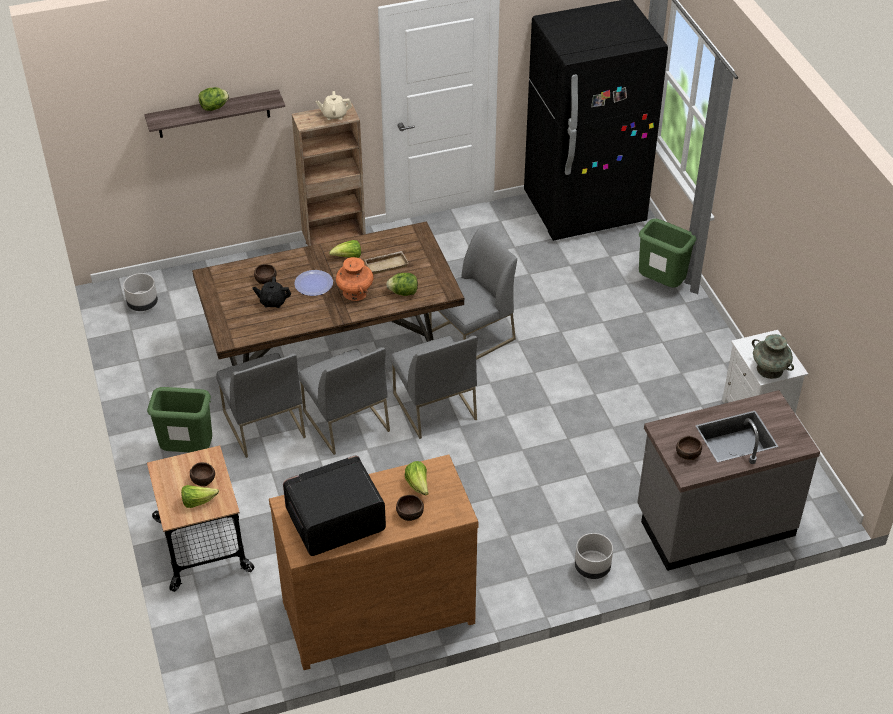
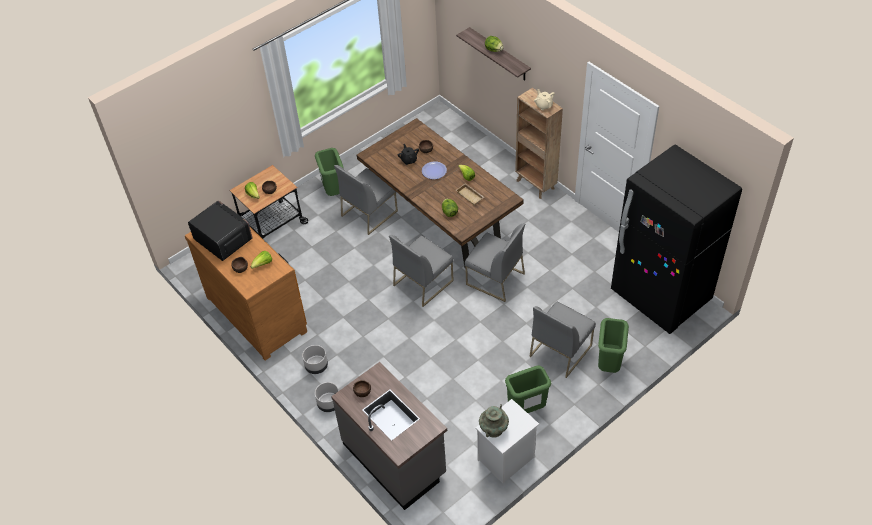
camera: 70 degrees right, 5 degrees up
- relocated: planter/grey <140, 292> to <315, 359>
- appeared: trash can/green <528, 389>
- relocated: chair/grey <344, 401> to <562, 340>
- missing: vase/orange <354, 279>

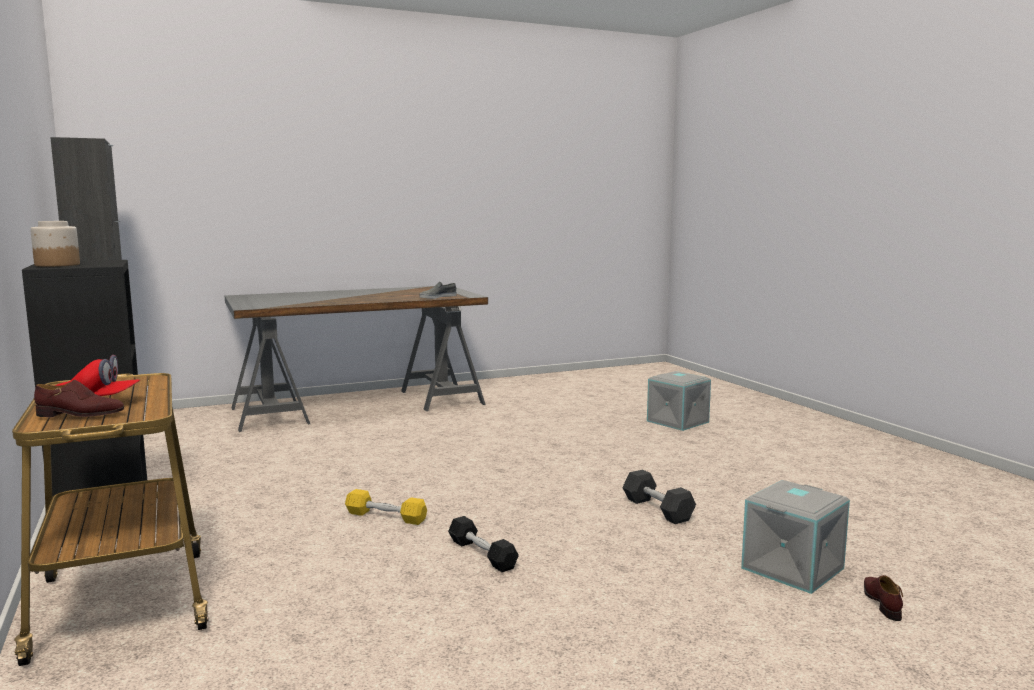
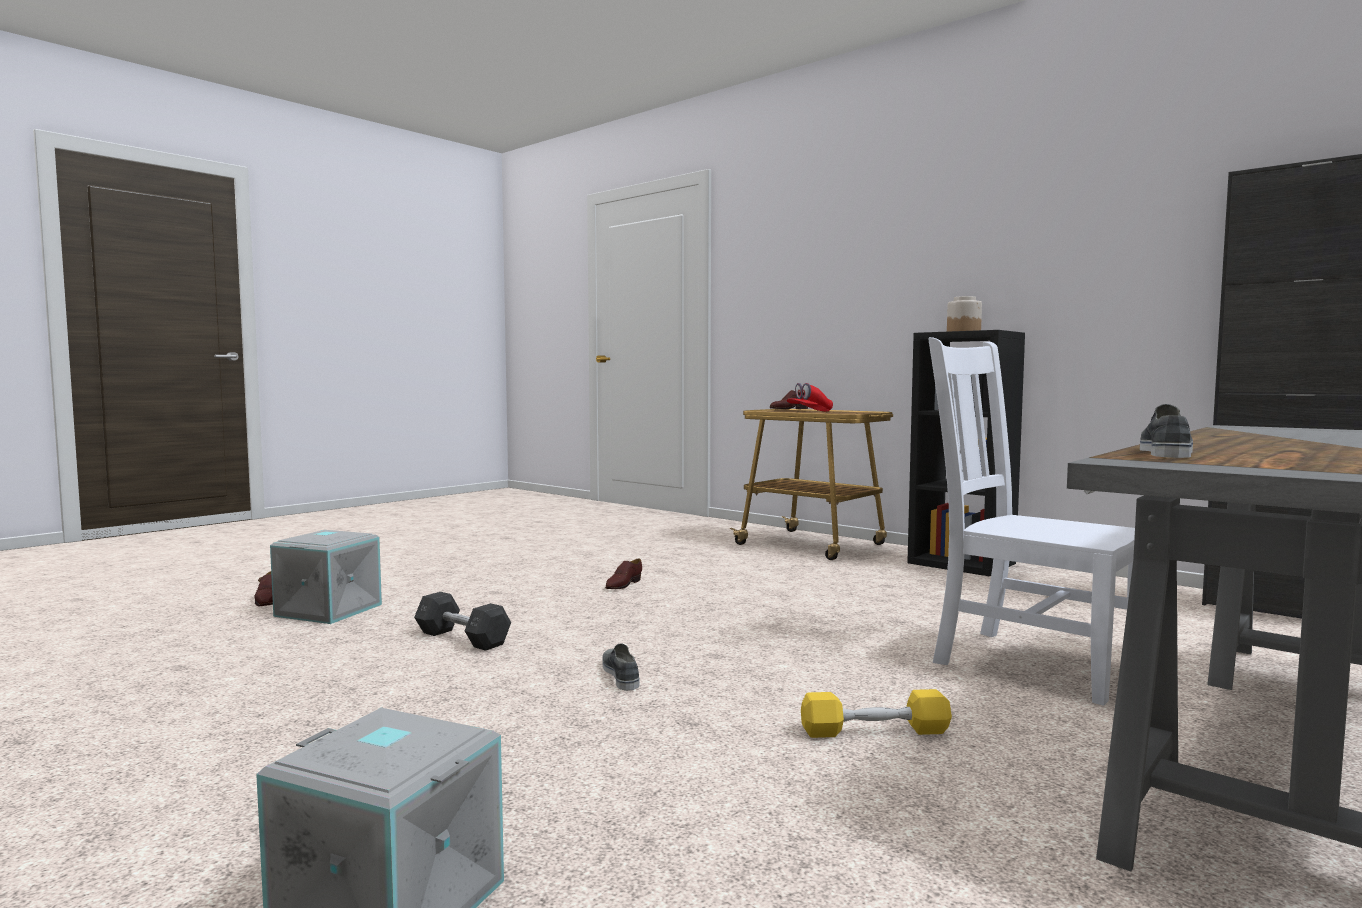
camera: 155 degrees right, 5 degrees down
- appeared: shoe/grey <620, 667>
- exchanged: dumbbell/black <483, 544> to shoe/brown <623, 573>
- relocated: dumbbell/yellow <386, 507> to <876, 713>
- appeared: chair/white <1031, 521>

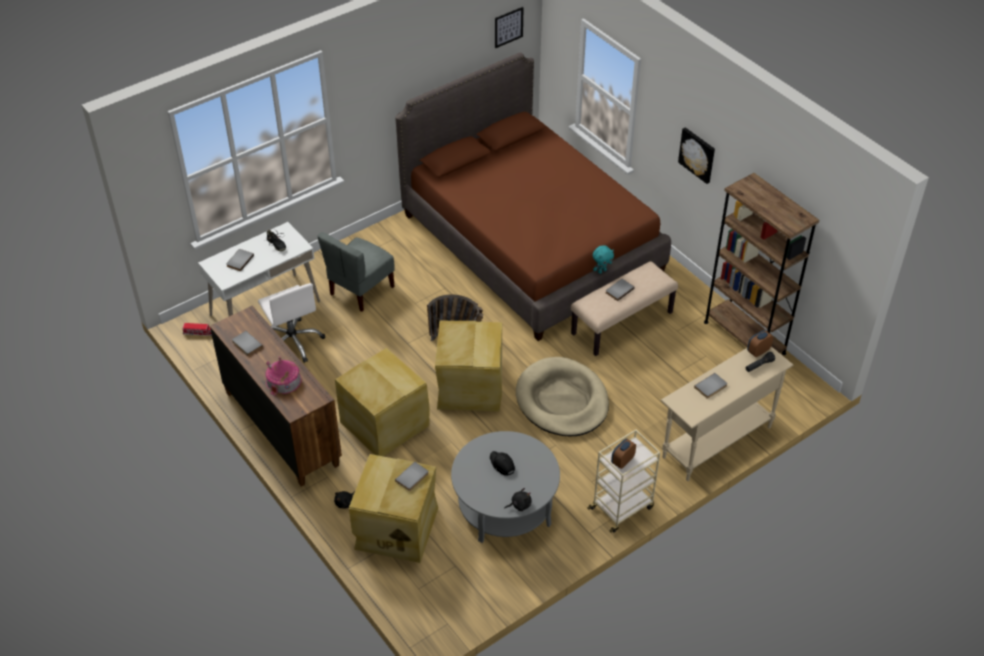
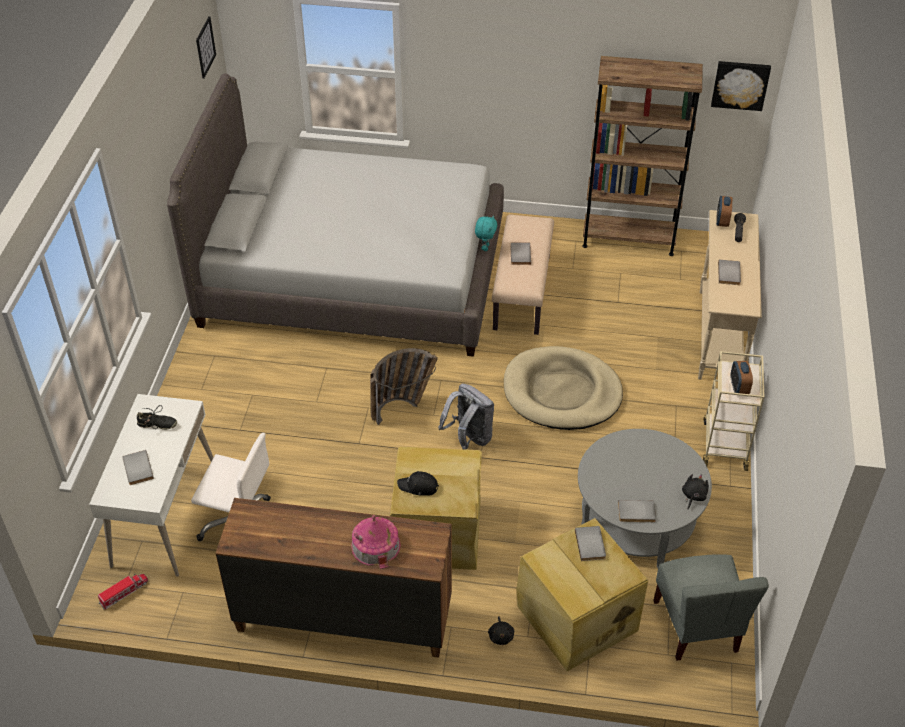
camera: 45 degrees left, 0 degrees up
- colour: bed/brown <533, 196> to bed/grey <335, 215>
- relocated: cap/black <502, 463> to <418, 483>
- exchanged: storage box/beige <468, 366> to backpack/grey <466, 417>
- relocated: book/grey <247, 343> to <637, 511>
- relocated: chair/grey <356, 272> to <711, 607>
- relocated: picture <696, 155> to <741, 86>

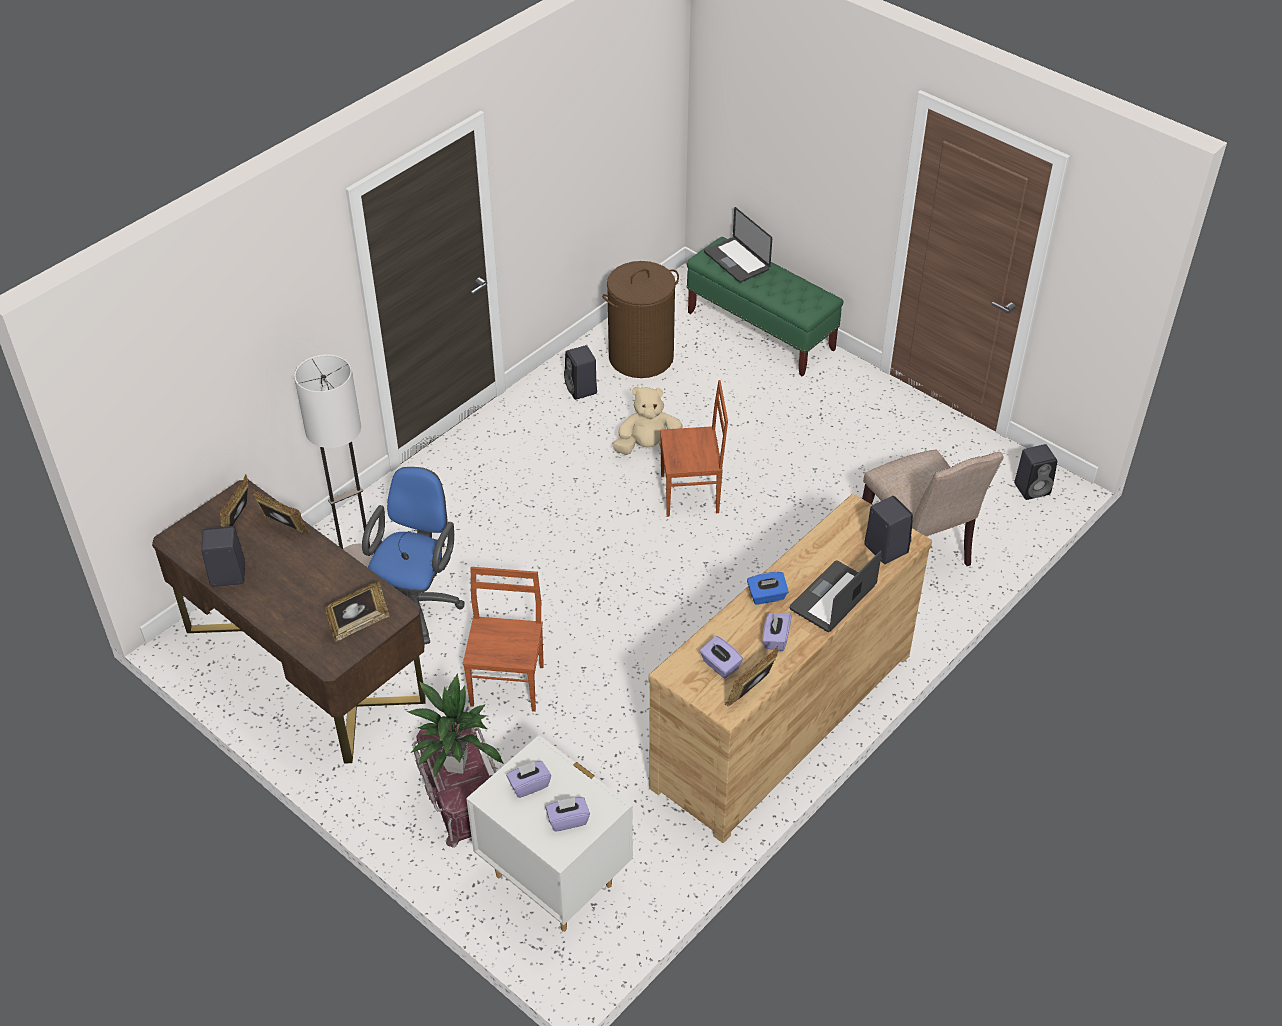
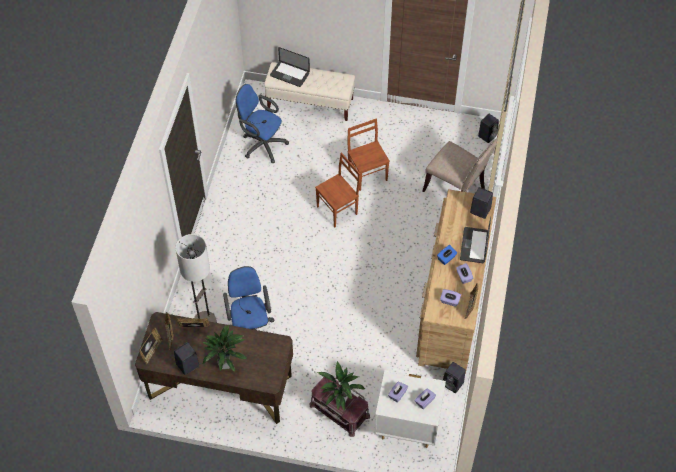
camera: 30 degrees left, 10 degrees up
- relocated: picture frame <357, 611> to <151, 345>
- appeared: potted plant <224, 348>
- exchanged: laundry basket/brown <640, 319> to office chair/blue <262, 123>
- colour: bench/green <765, 307> to bench/beige <309, 91>
- relocated: chair/brown <503, 639> to <368, 154>
- relocated: speaker/black <580, 372> to <454, 377>
- missing: plush toy/beige <647, 420>

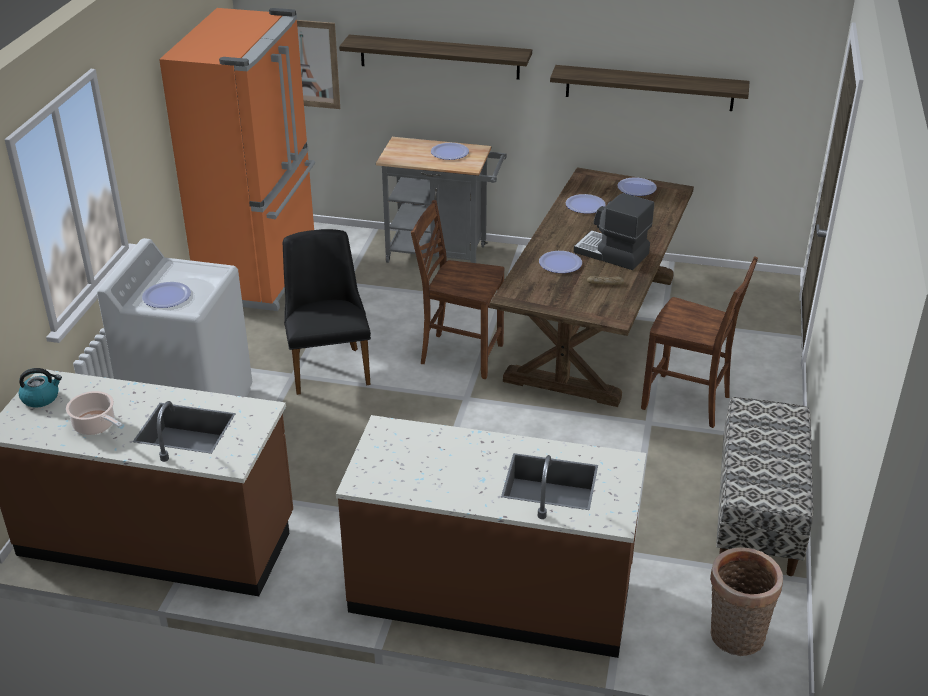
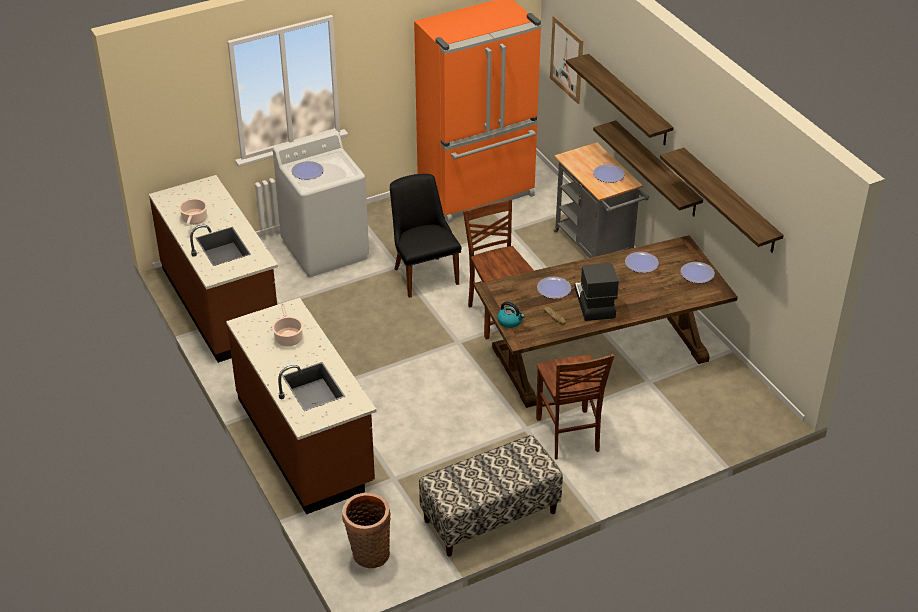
camera: 50 degrees right, 5 degrees up
- appeared: cooking pot <287, 324>
- spun: chair/black <327, 312> = <426, 236> 60 degrees counterclockwise
- relocated: kettle <40, 388> to <511, 314>
- appeared: shelf <648, 168>

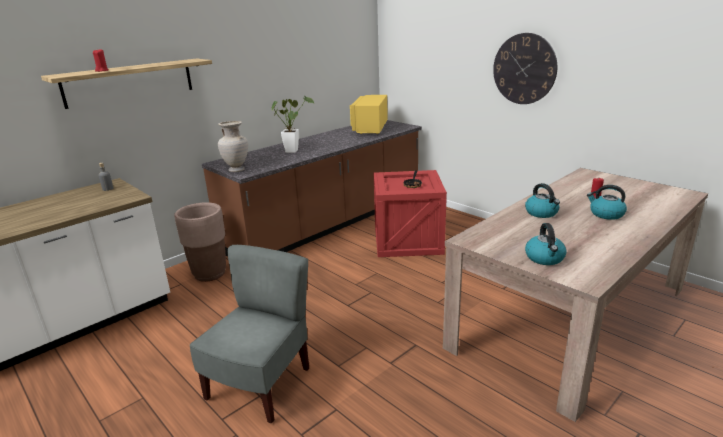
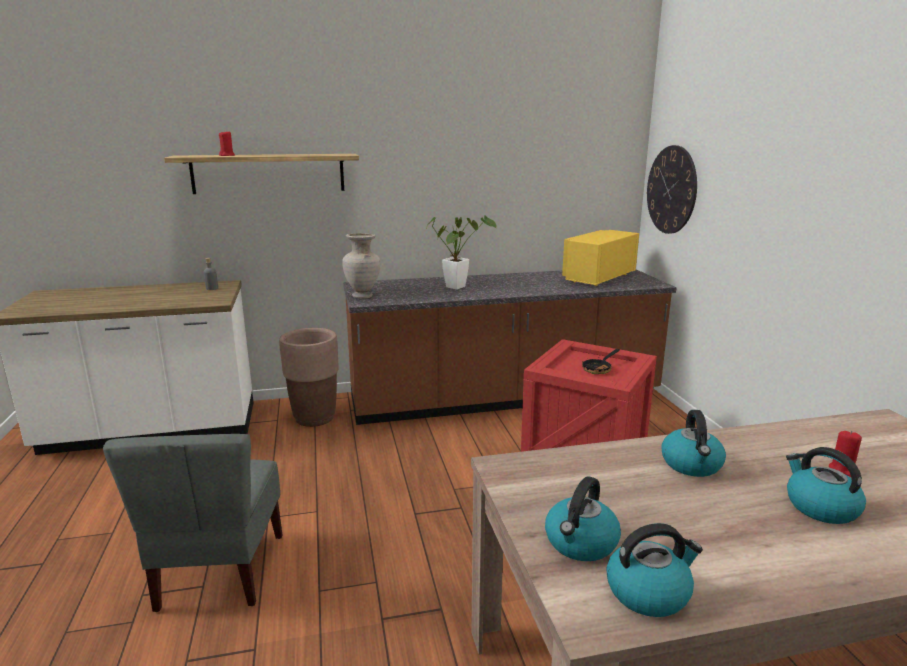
camera: 30 degrees right, 5 degrees down
- spun: chair/grey <249, 334> = <192, 523> 120 degrees clockwise
- appeared: kettle <655, 570>
- relocated: wall clock <525, 68> to <672, 189>

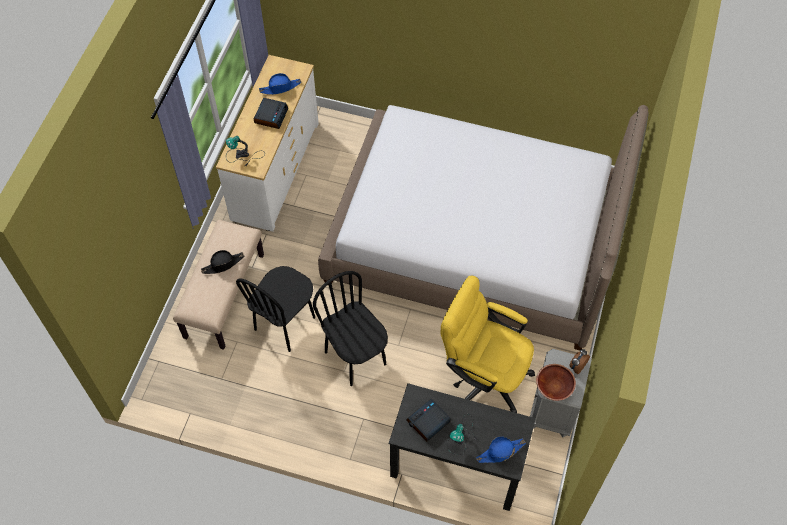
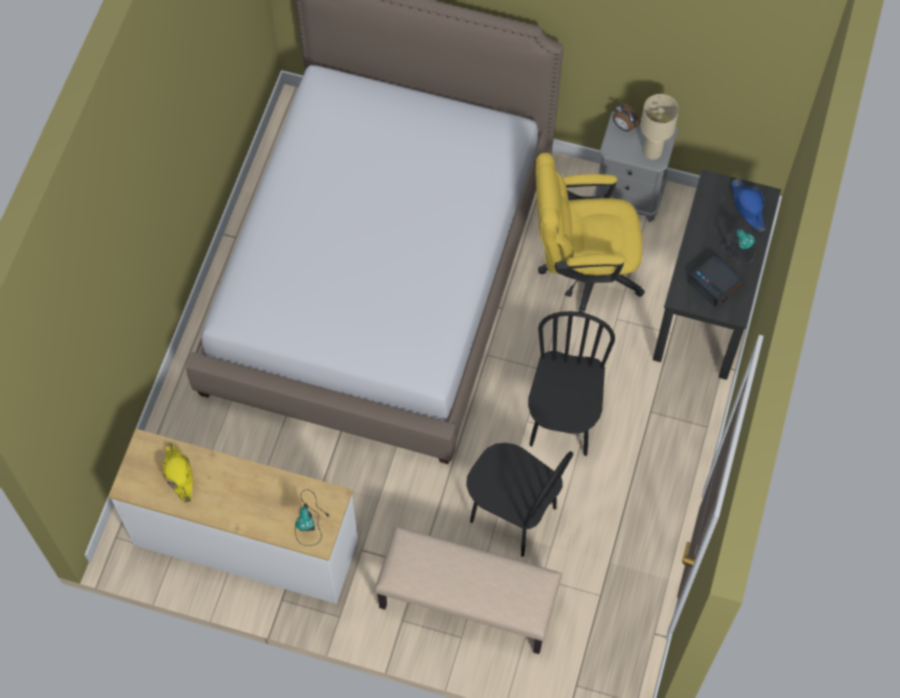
camera: 90 degrees left, 5 degrees up
- colour: hat/blue <280, 84> to hat/yellow <177, 472>
- spun: chair/black <350, 328> = <571, 383> 135 degrees clockwise
- spun: office chair/yellow <488, 344> = <590, 233> 60 degrees clockwise
- exchanged: bowl/brown <556, 382> to table lamp/beige <659, 127>
- missing: hat/black <222, 262>
- missing: alarm clock <271, 113>

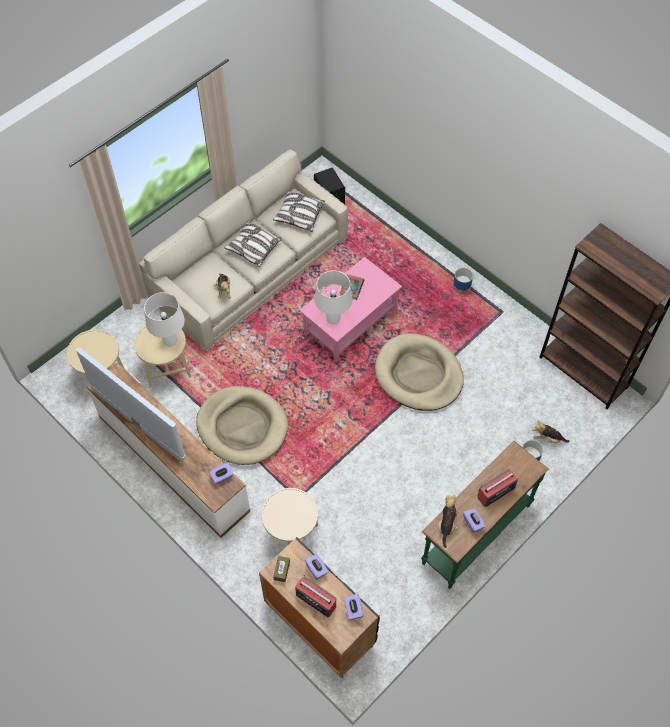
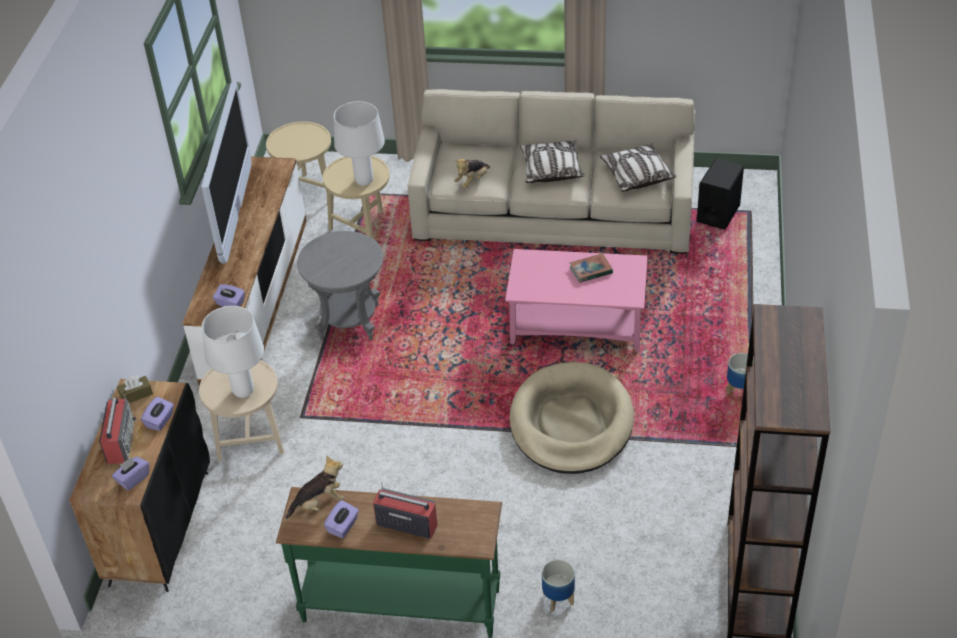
camera: 55 degrees right, 15 degrees down
- relocated: table lamp/white <333, 297> to <233, 352>
- exchanged: dog bed/beige <242, 425> to side table/grey <340, 286>
- missing: plush toy <550, 431>

